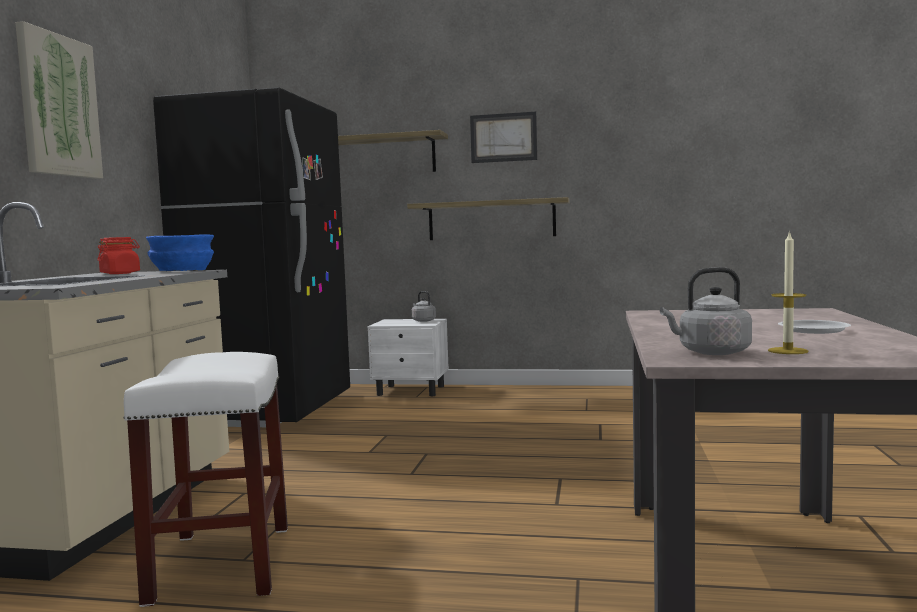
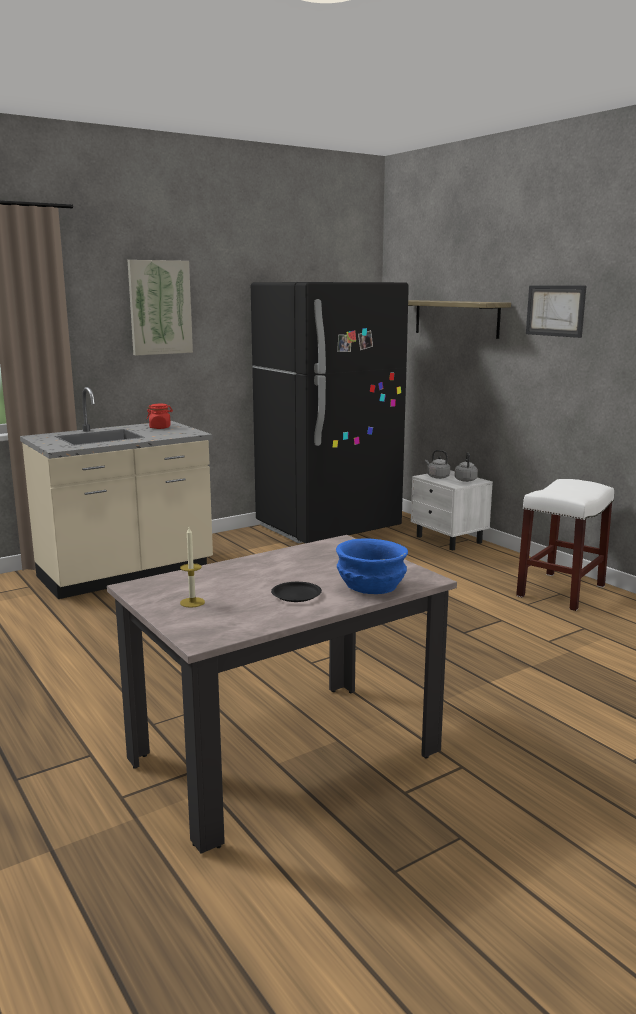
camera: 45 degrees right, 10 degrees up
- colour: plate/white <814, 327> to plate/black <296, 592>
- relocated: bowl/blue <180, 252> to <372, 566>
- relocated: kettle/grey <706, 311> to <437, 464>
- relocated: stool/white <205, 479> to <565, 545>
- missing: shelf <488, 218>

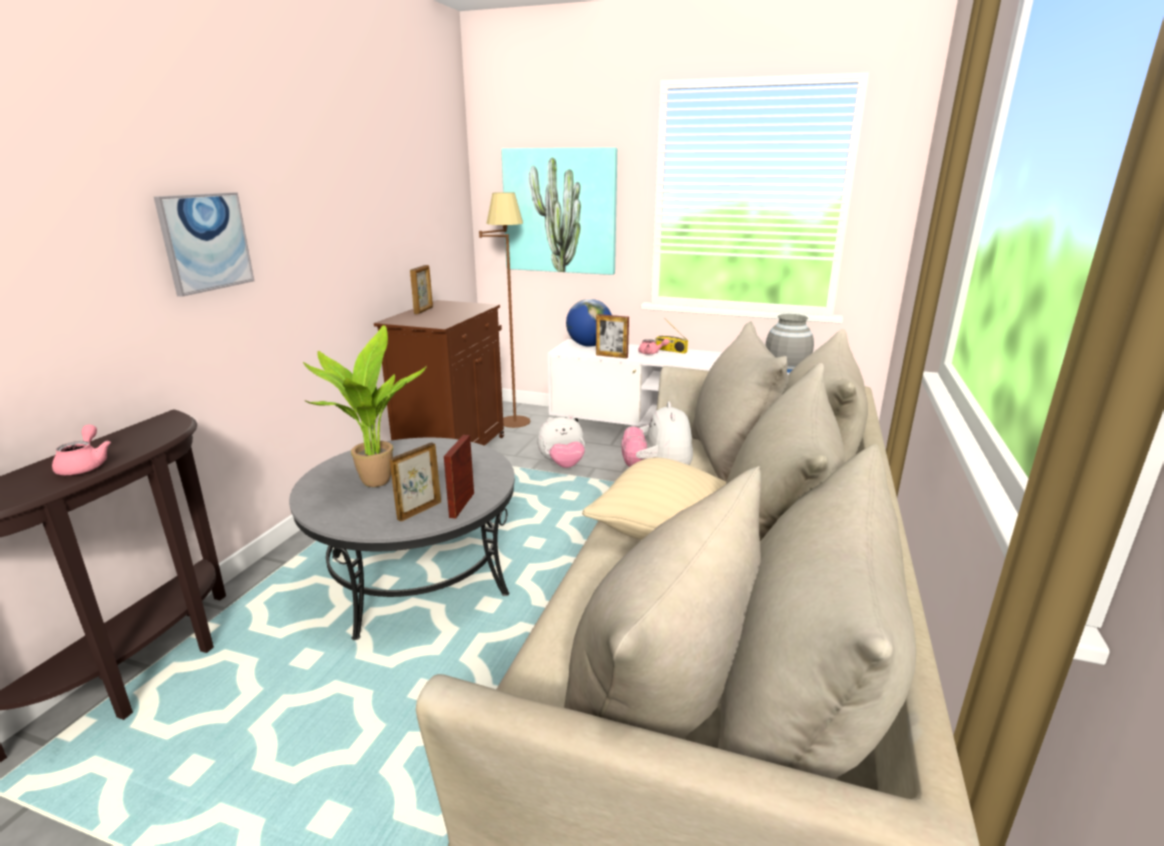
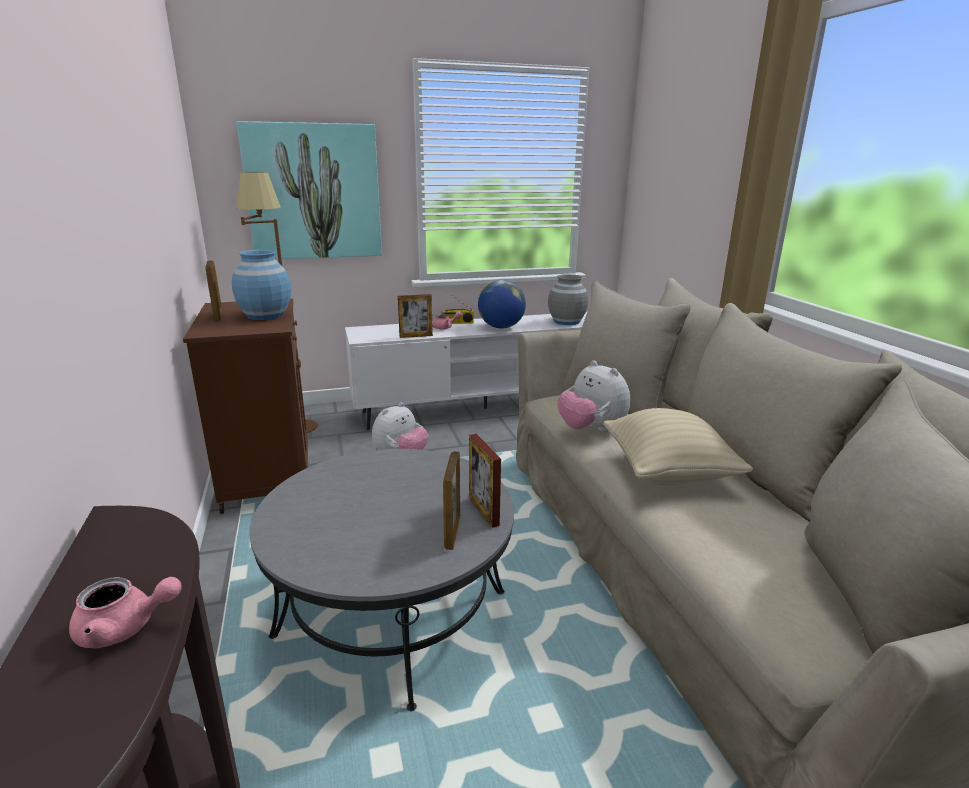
camera: 35 degrees left, 0 degrees up
- spun: teapot/pink <81, 450> = <125, 612> 135 degrees clockwise
- appeared: vase/blue <261, 284>
- relocated: globe <589, 323> to <502, 304>
- missing: picture <204, 244>
- missing: potted plant <365, 406>

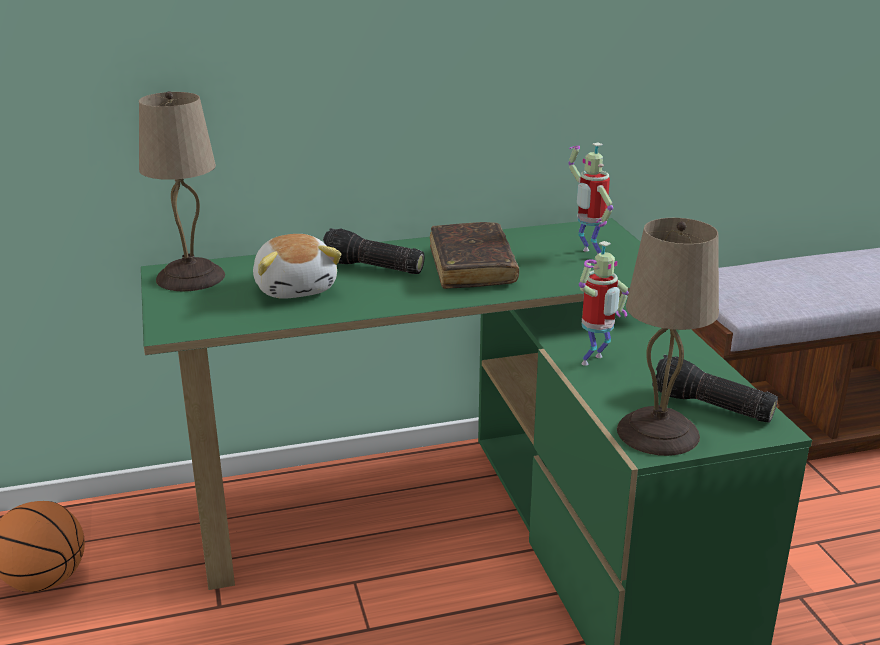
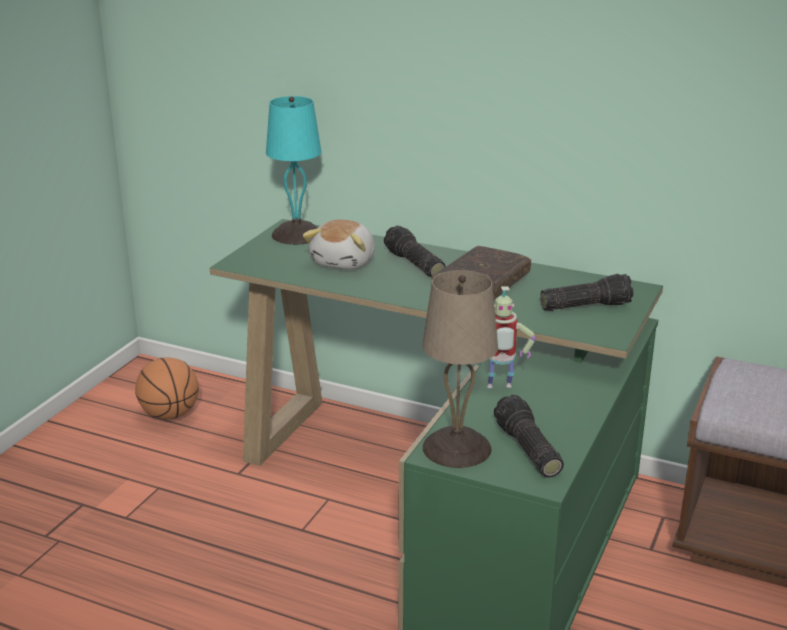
camera: 40 degrees right, 0 degrees up
- colour: table lamp/beige <182, 191> to table lamp/turquoise <293, 170>
- exchanged: toy robot <590, 199> to flashlight <586, 292>

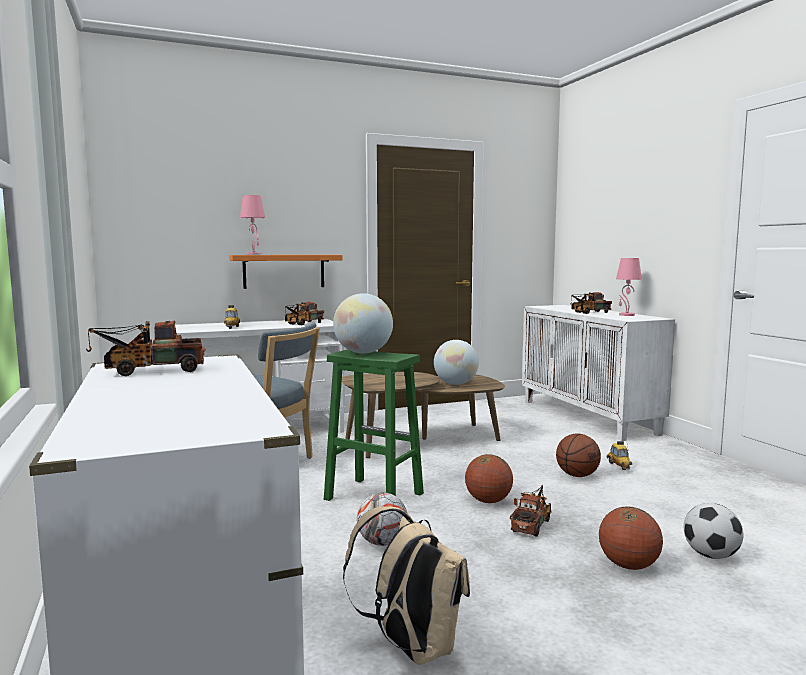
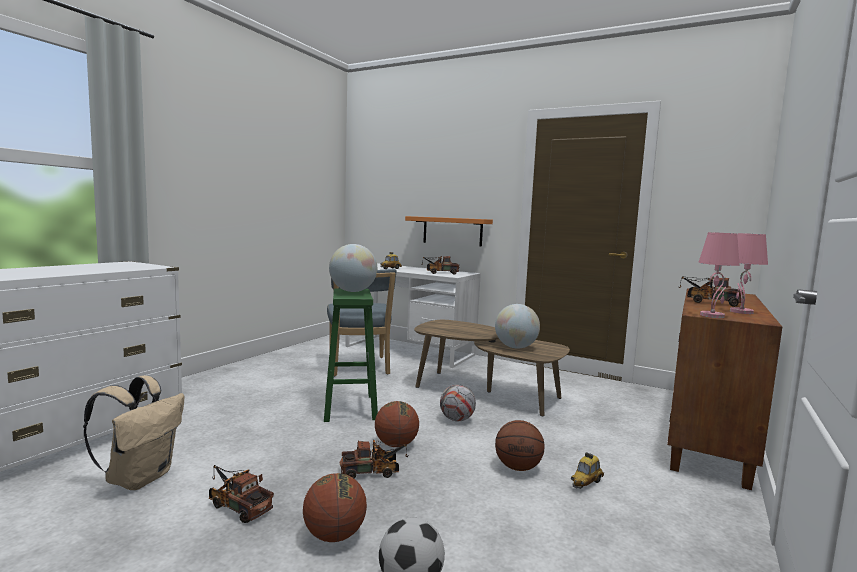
camera: 50 degrees right, 0 degrees up
- relocated: toy truck <146, 348> to <241, 494>
- relocated: football <382, 519> to <458, 402>
- colour: cabinet/white <598, 373> to cabinet/brown <724, 389>
- relocated: table lamp/pink <252, 225> to <719, 275>

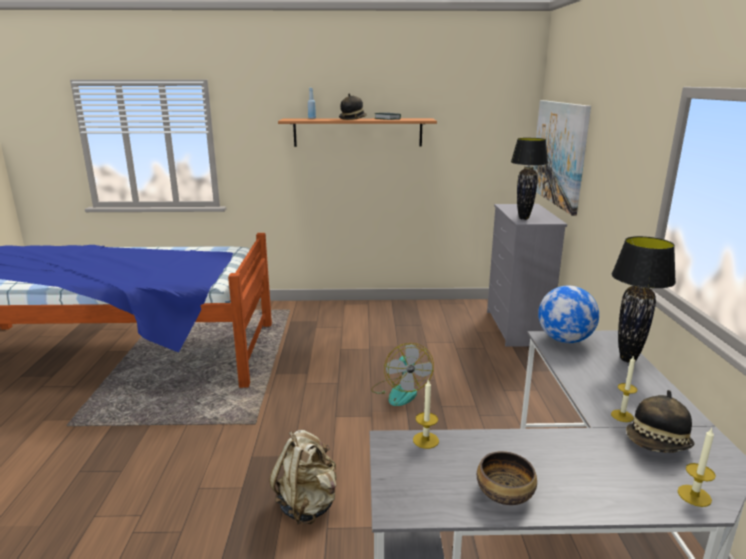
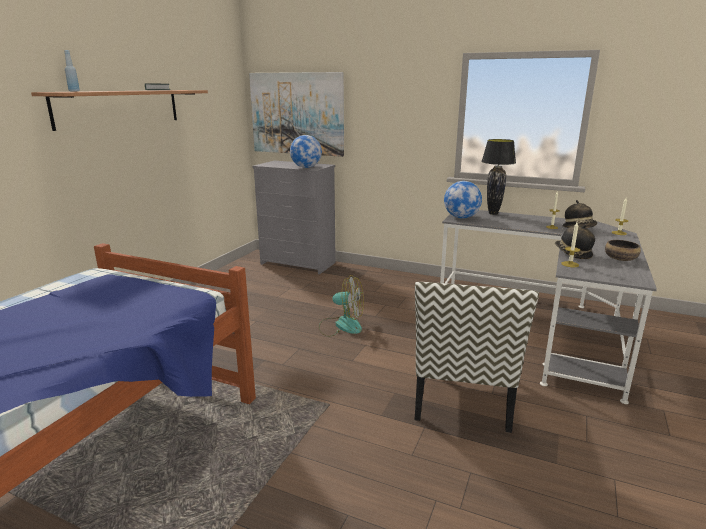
camera: 65 degrees left, 0 degrees up
- exchanged: table lamp/black <529, 179> to globe <306, 151>
- exchanged: backpack/beige <303, 477> to chair <476, 357>
- relocated: hat <353, 106> to <575, 242>

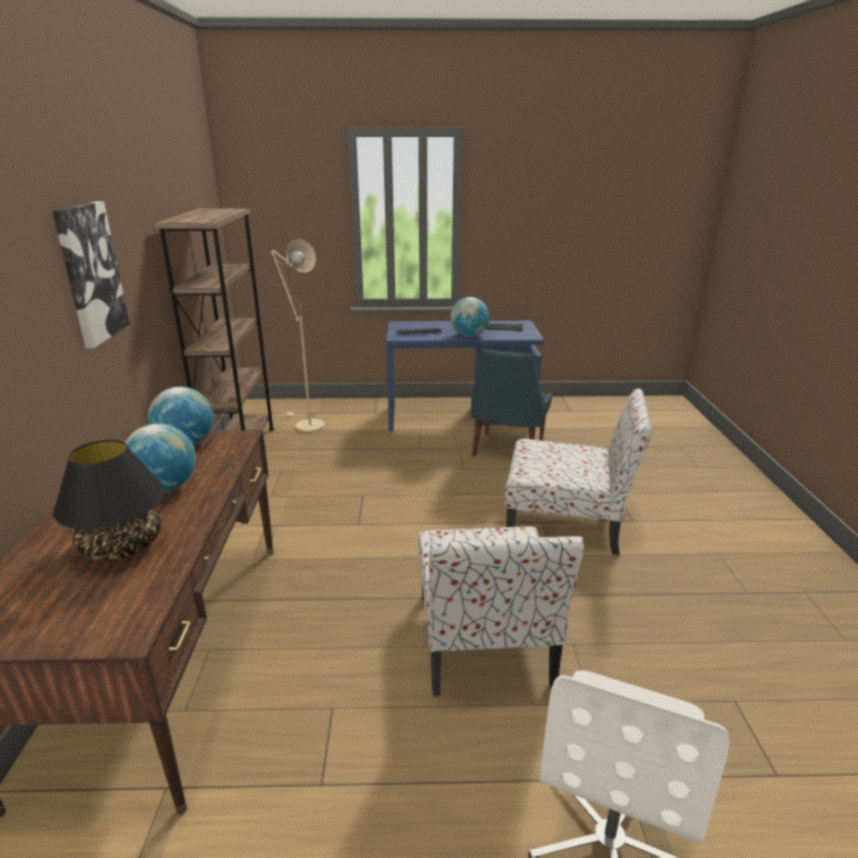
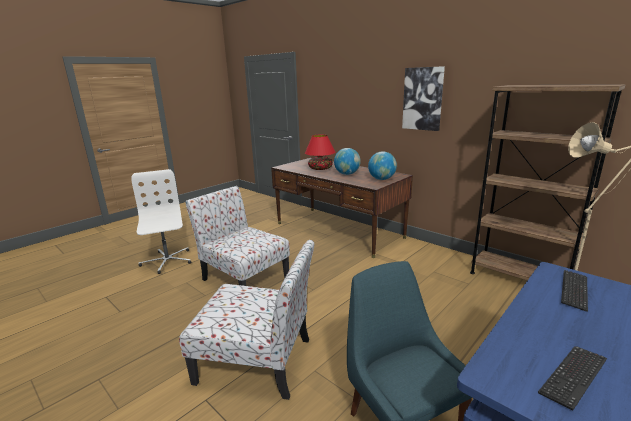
camera: 135 degrees right, 5 degrees down
- spun: chair <578, 472> = <246, 320> 135 degrees counterclockwise
- colour: table lamp/black <109, 500> to table lamp/red <320, 152>
- missing: globe <469, 317>

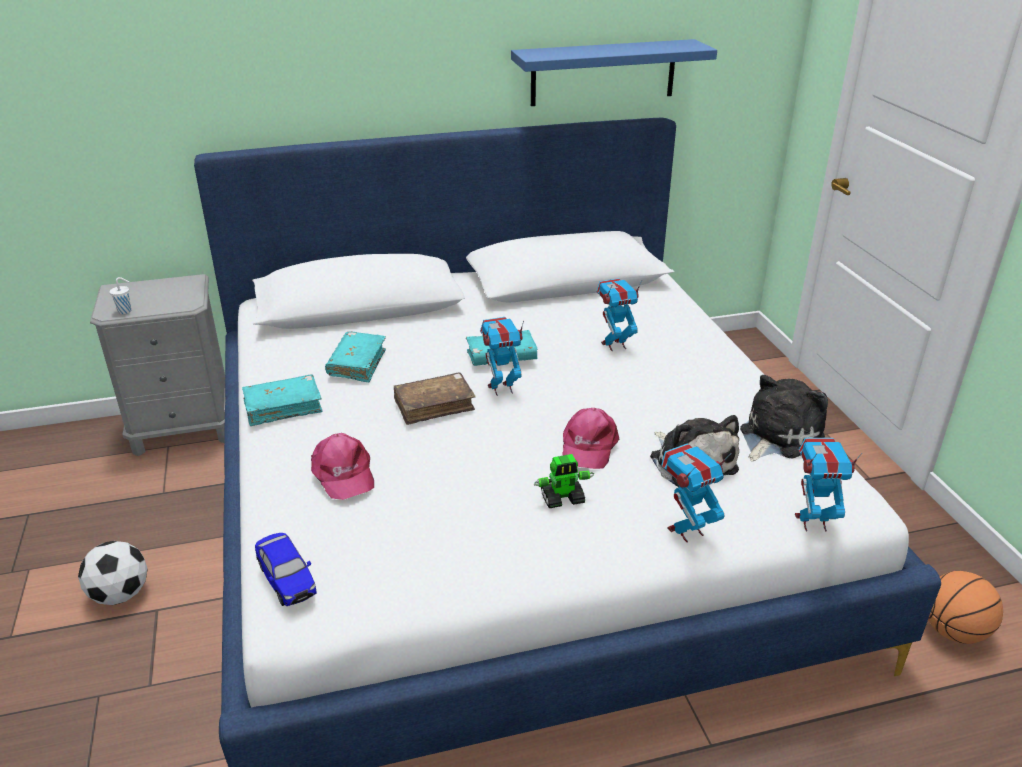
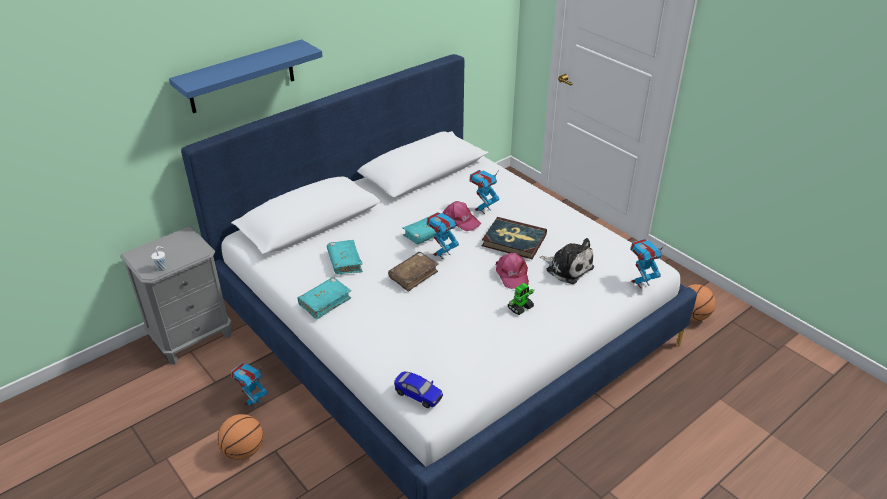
camera: 25 degrees left, 5 degrees up
- relocated: shelf/blue <614, 72> to <246, 76>
- exchanged: football <113, 573> to basketball <240, 437>
- relocated: toy robot <696, 493> to <249, 386>
- relocated: cap/pink <342, 466> to <462, 216>
- appeared: book <514, 238>
- missing: plush toy <784, 418>

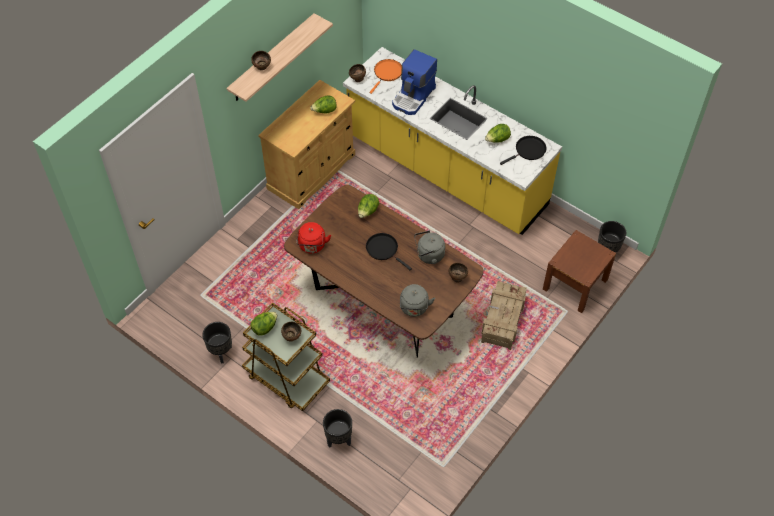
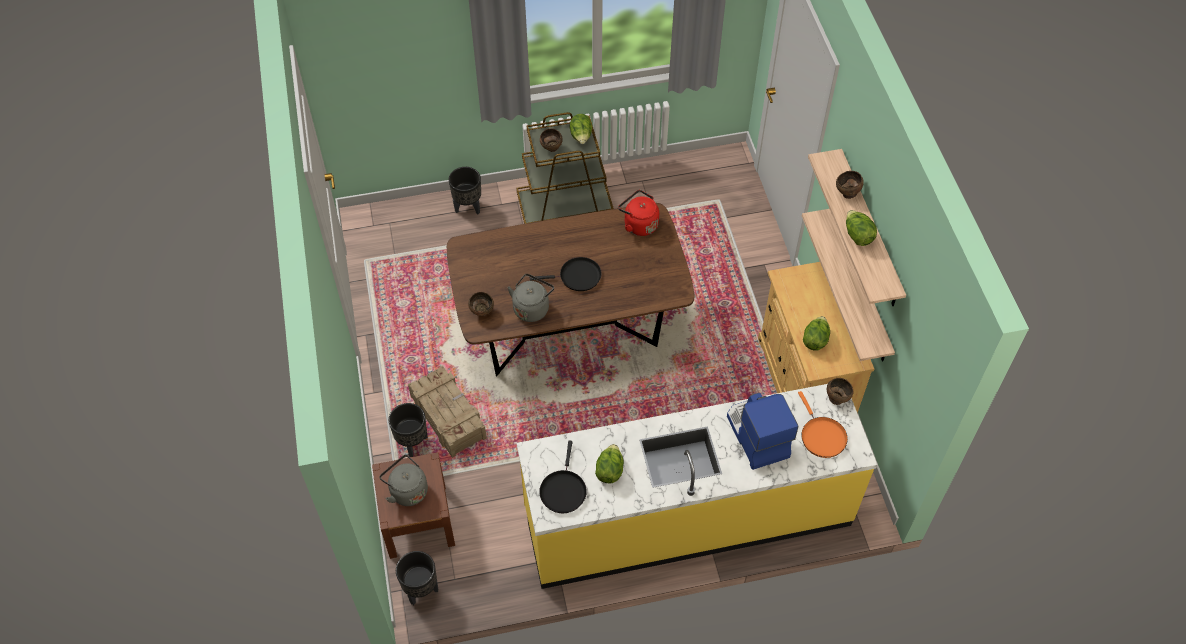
camera: 130 degrees right, 0 degrees up
- relocated: kettle/grey <417, 300> to <403, 480>
- relocated: planter/black <217, 343> to <408, 430>
- appeared: shelf <848, 285>
- relocated: lettuce <368, 206> to <861, 228>

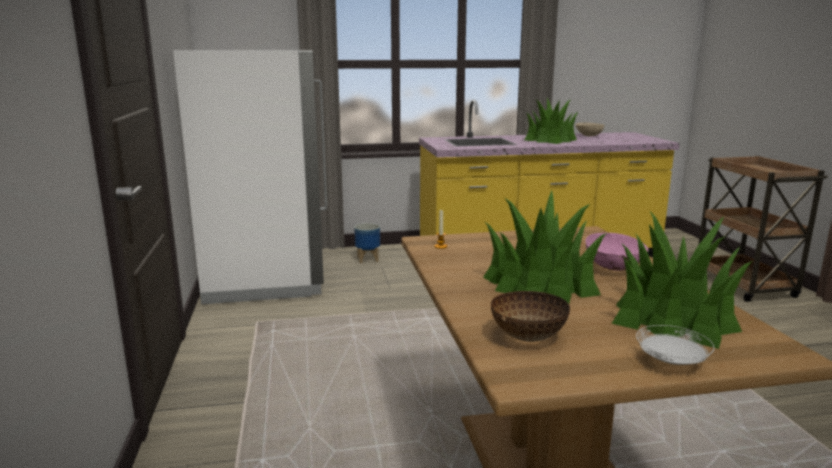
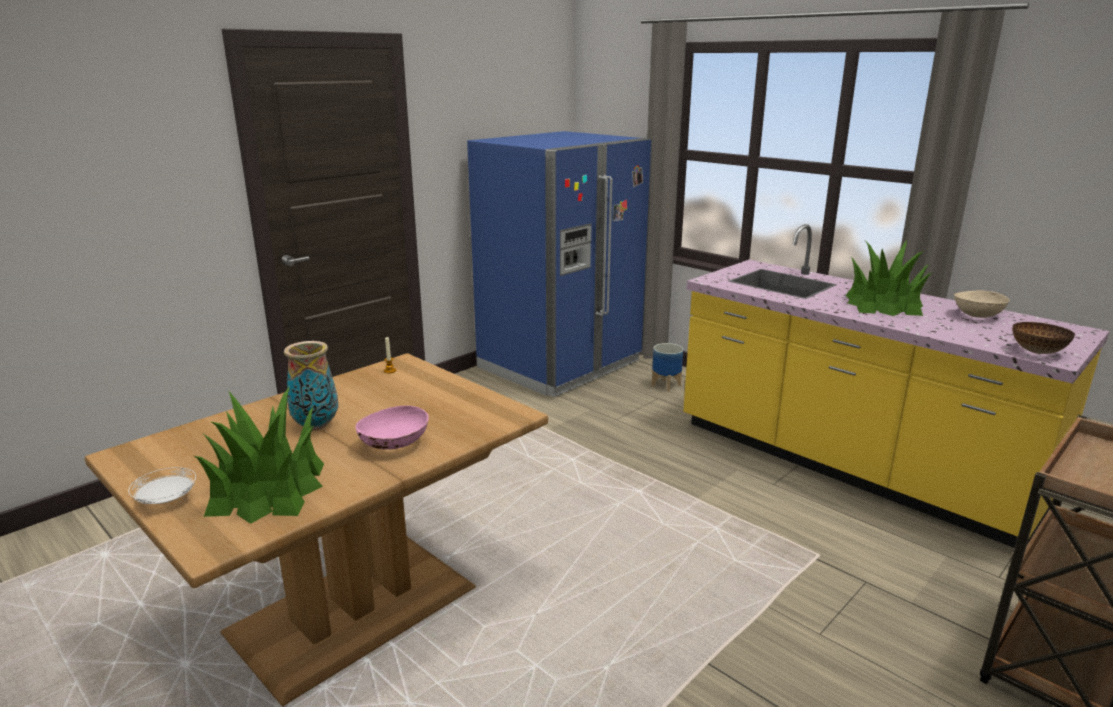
camera: 55 degrees right, 5 degrees up
- exchanged: potted plant <545, 247> to vase <311, 385>
- colour: fridge/white <250, 177> to fridge/blue <559, 264>
- relocated: bowl <530, 316> to <1043, 338>

